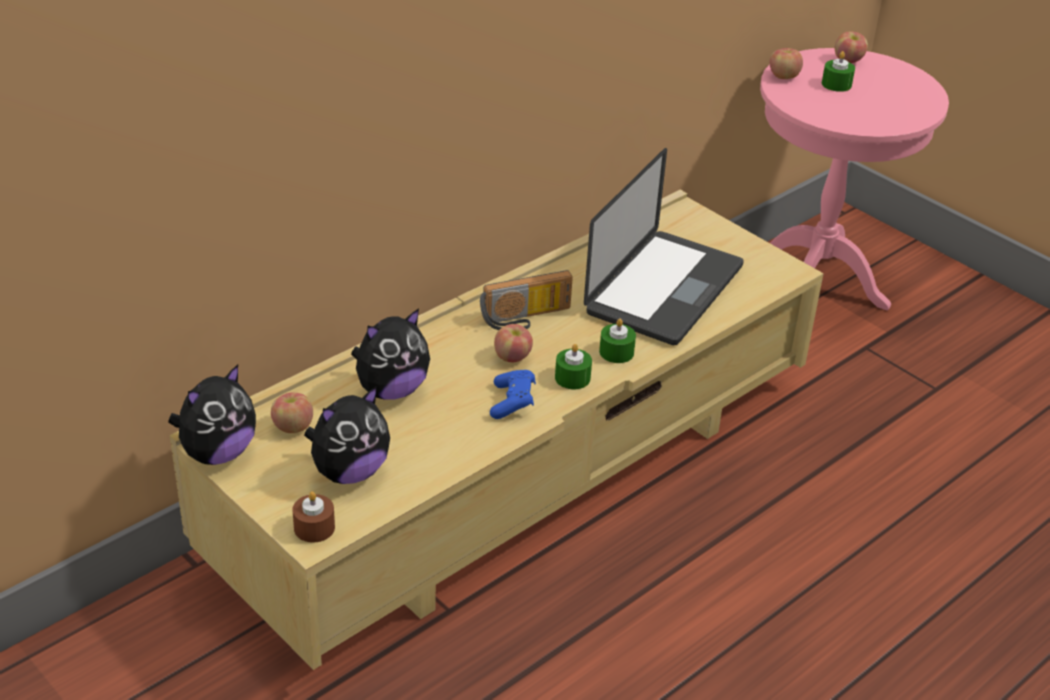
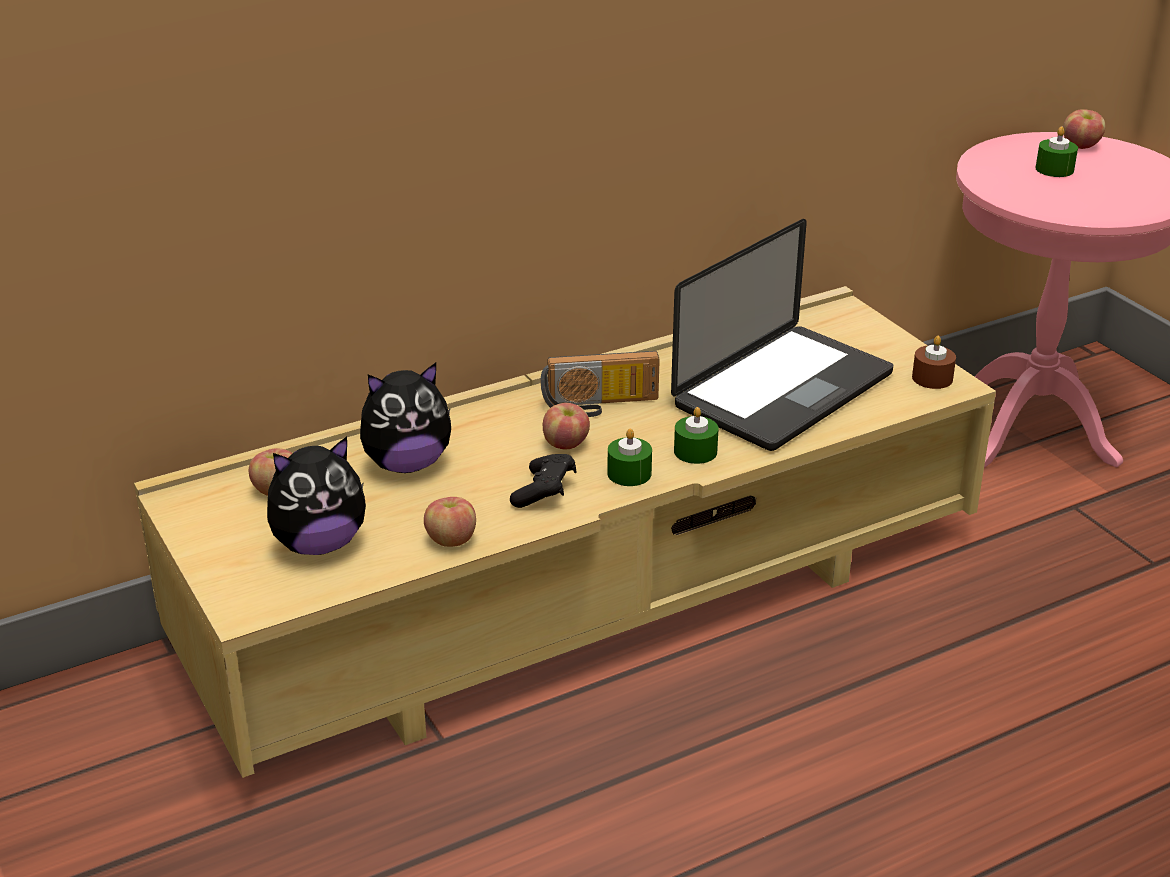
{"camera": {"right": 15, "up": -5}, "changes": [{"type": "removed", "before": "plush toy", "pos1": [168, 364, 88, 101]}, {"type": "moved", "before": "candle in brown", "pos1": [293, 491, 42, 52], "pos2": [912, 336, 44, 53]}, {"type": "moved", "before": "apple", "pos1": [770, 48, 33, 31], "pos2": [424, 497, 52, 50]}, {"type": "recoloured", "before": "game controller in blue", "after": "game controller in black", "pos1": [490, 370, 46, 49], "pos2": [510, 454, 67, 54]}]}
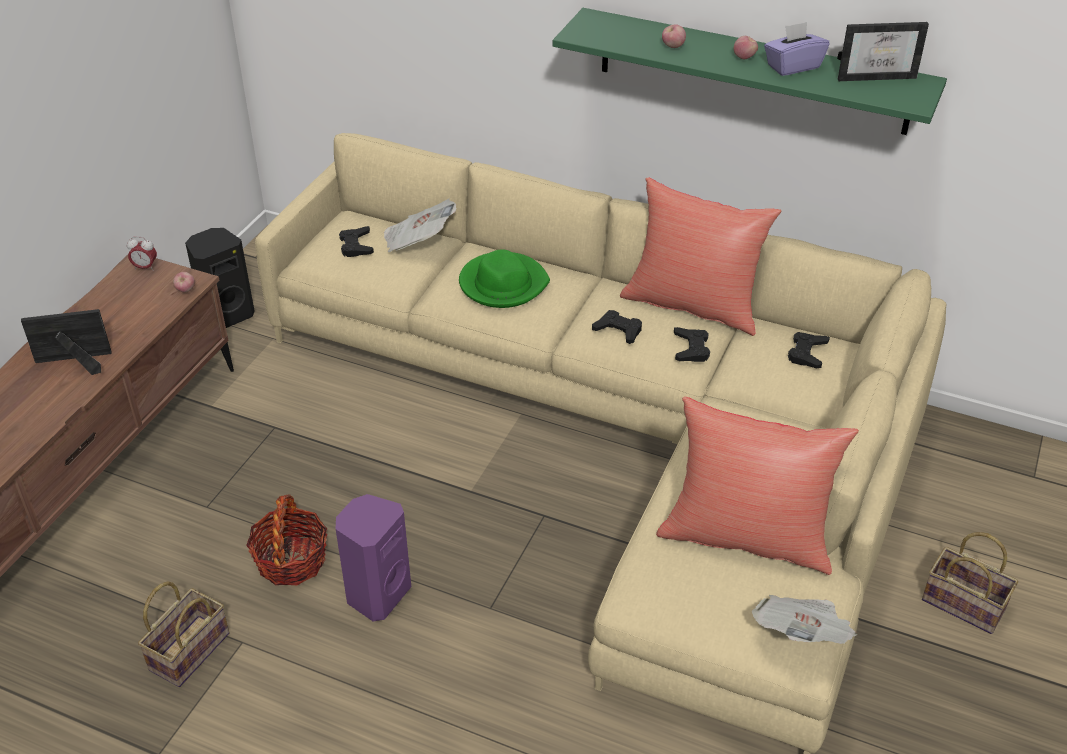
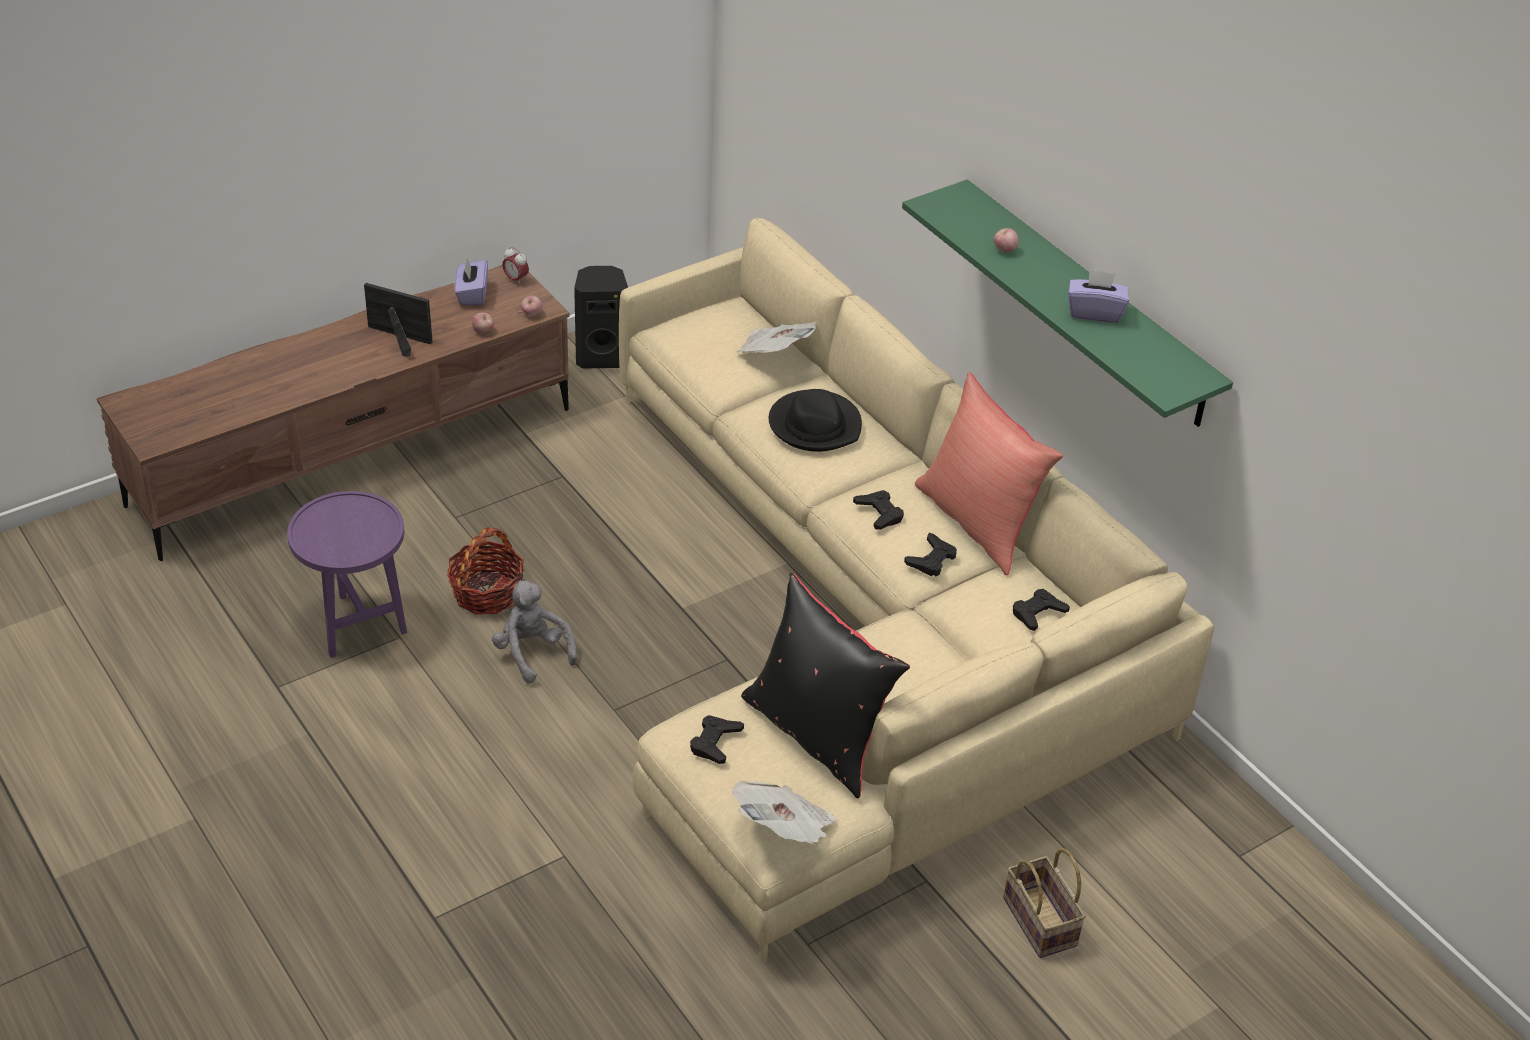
{"camera": {"right": 30, "up": 0}, "changes": [{"type": "removed", "before": "picture frame", "pos1": [837, 22, 92, 59]}, {"type": "added", "after": "tissue box in purple", "pos2": [454, 258, 34, 47]}, {"type": "moved", "before": "game controller in black", "pos1": [339, 226, 35, 31], "pos2": [690, 715, 54, 49]}, {"type": "moved", "before": "apple", "pos1": [734, 36, 24, 23], "pos2": [472, 313, 22, 20]}, {"type": "replaced", "before": "basket", "after": "side table in purple", "pos1": [138, 581, 91, 106], "pos2": [287, 491, 120, 166]}, {"type": "replaced", "before": "speaker in purple", "after": "plush toy in grey", "pos1": [336, 494, 75, 127], "pos2": [492, 580, 85, 104]}, {"type": "recoloured", "before": "hat in green", "after": "hat in black", "pos1": [459, 249, 91, 59], "pos2": [769, 389, 93, 63]}, {"type": "recoloured", "before": "pillow in red", "after": "pillow in black", "pos1": [656, 397, 203, 178], "pos2": [741, 573, 169, 225]}]}
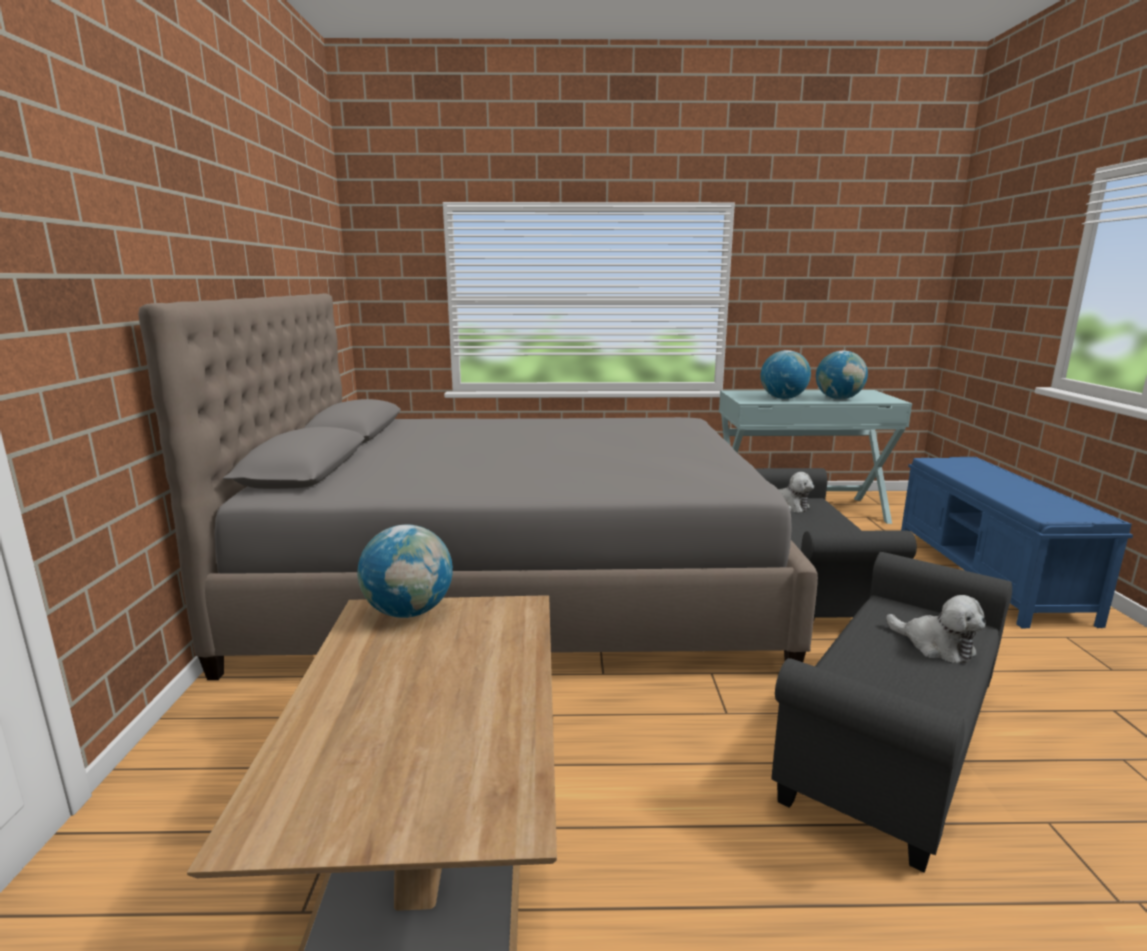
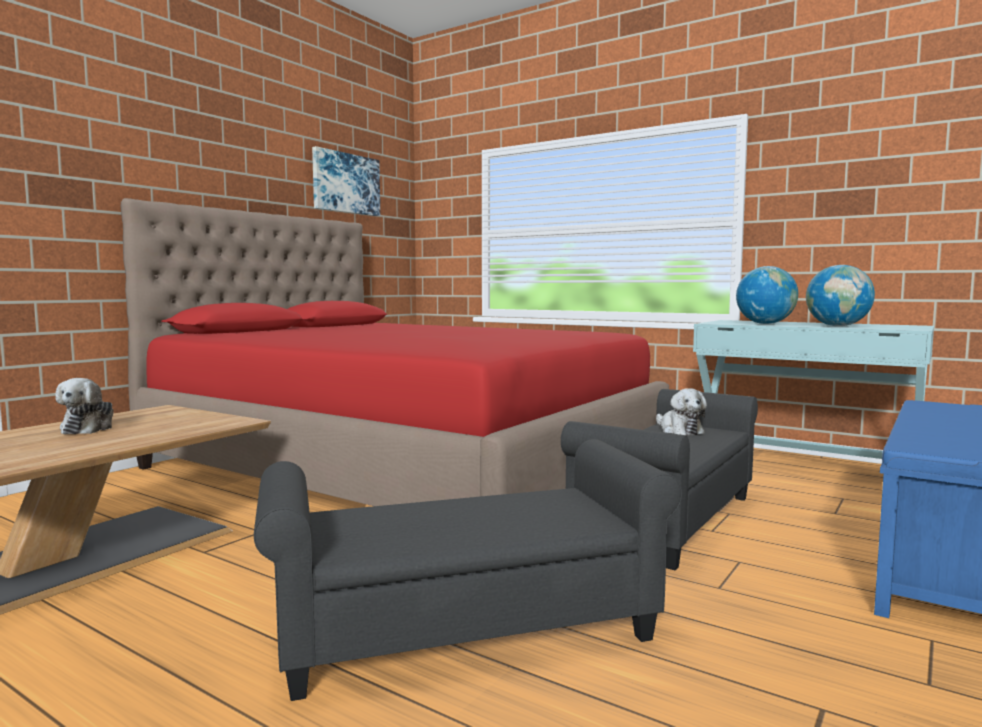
{"camera": {"right": 35, "up": -10}, "changes": [{"type": "removed", "before": "globe", "pos1": [357, 525, 96, 93]}, {"type": "added", "after": "picture", "pos2": [312, 146, 68, 70]}, {"type": "moved", "before": "plush toy", "pos1": [886, 595, 100, 68], "pos2": [55, 378, 59, 56]}, {"type": "recoloured", "before": "bed in grey", "after": "bed in red", "pos1": [138, 293, 680, 387], "pos2": [121, 198, 548, 308]}]}
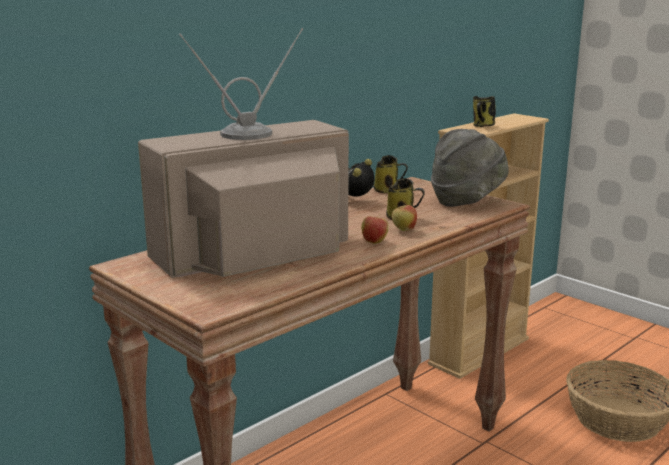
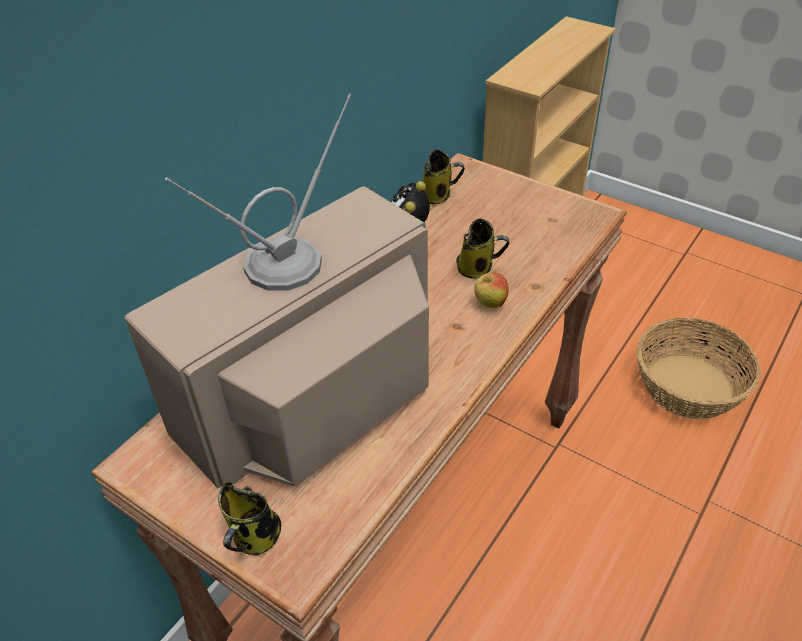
{"camera": {"right": -10, "up": 25}, "changes": [{"type": "removed", "before": "apple", "pos1": [361, 214, 28, 30]}, {"type": "removed", "before": "hat in grey", "pos1": [431, 129, 78, 78]}, {"type": "moved", "before": "mug", "pos1": [473, 96, 23, 31], "pos2": [218, 482, 63, 73]}]}
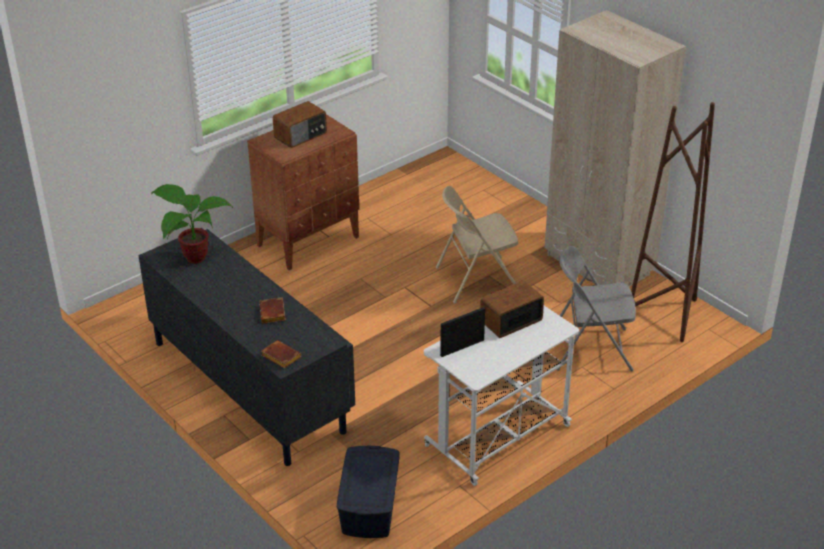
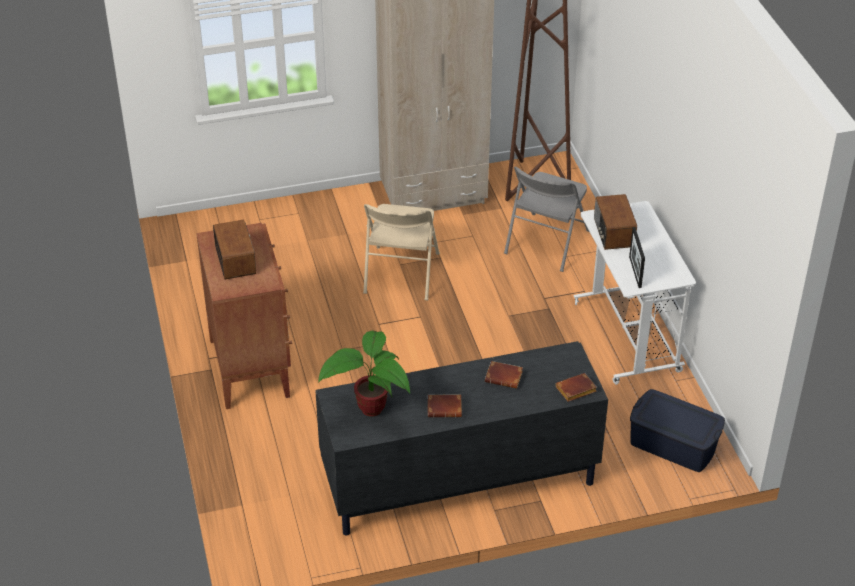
{"camera": {"right": -65, "up": 5}, "changes": [{"type": "added", "after": "book in brown", "pos2": [428, 394, 34, 23]}]}
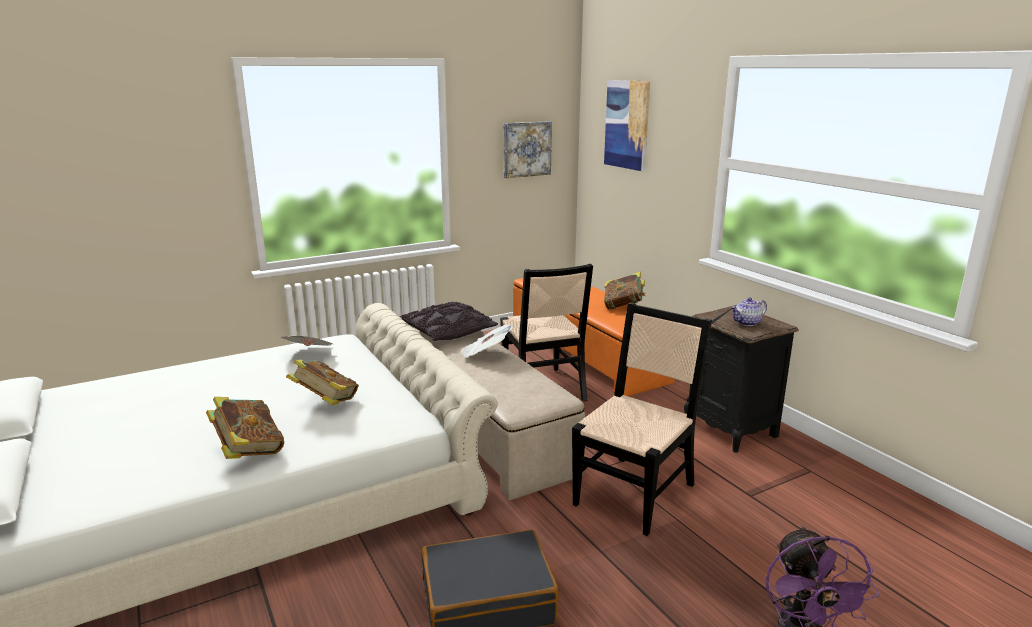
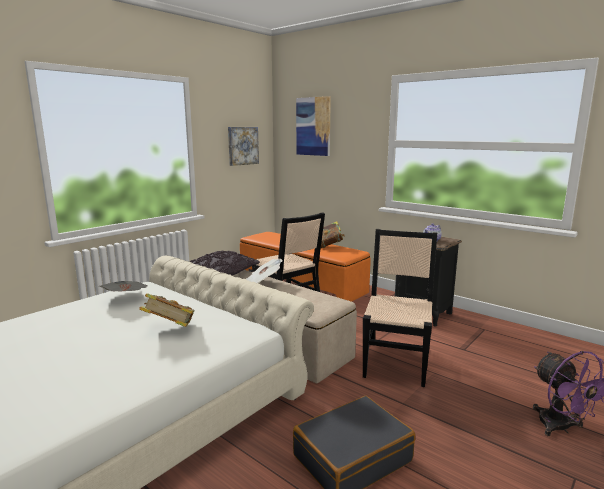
{"camera": {"right": -20, "up": -5}, "changes": [{"type": "removed", "before": "book", "pos1": [206, 397, 78, 62]}]}
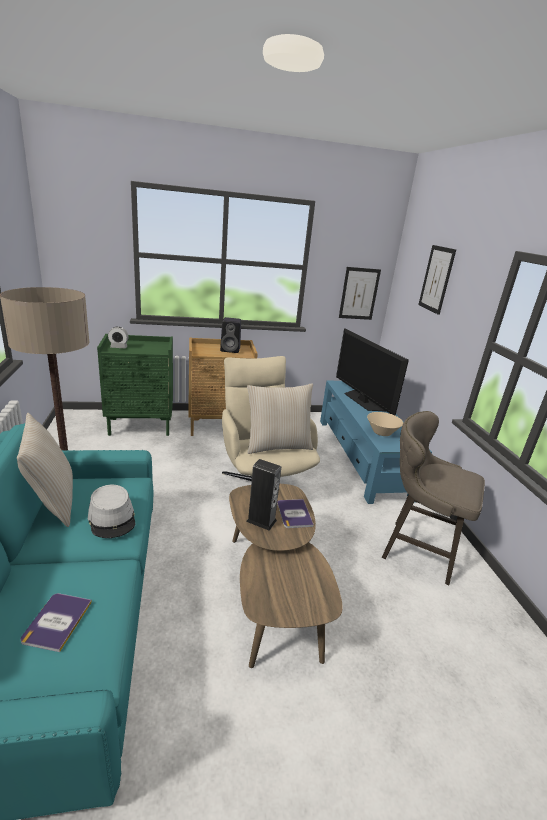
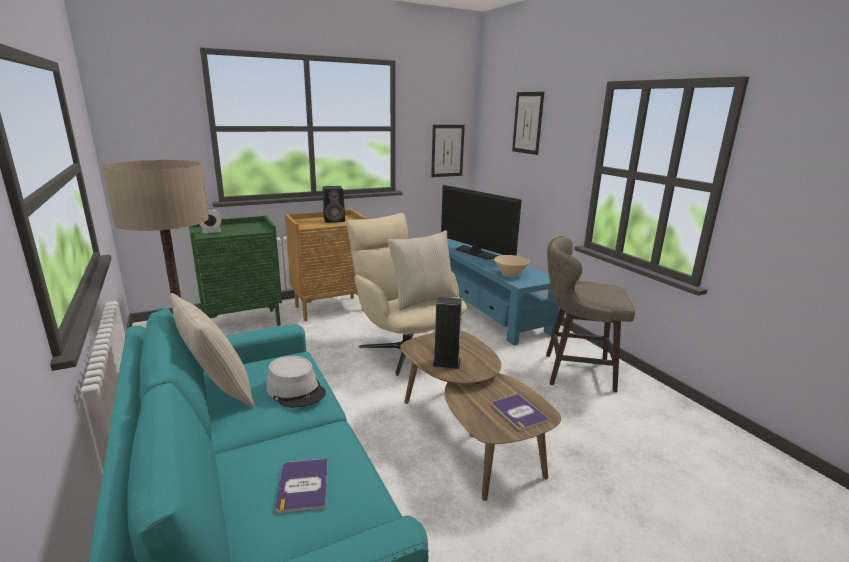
{"camera": {"right": -15, "up": -5}, "changes": [{"type": "moved", "before": "book", "pos1": [277, 499, 37, 29], "pos2": [492, 394, 57, 37]}]}
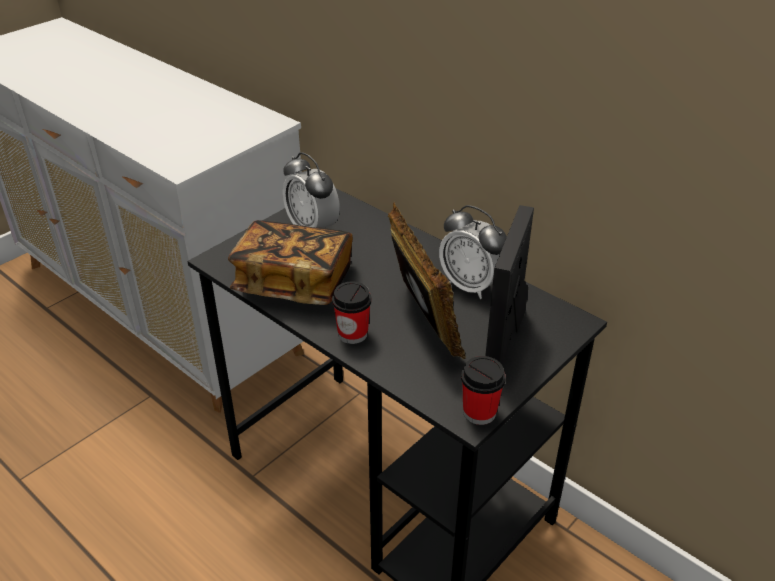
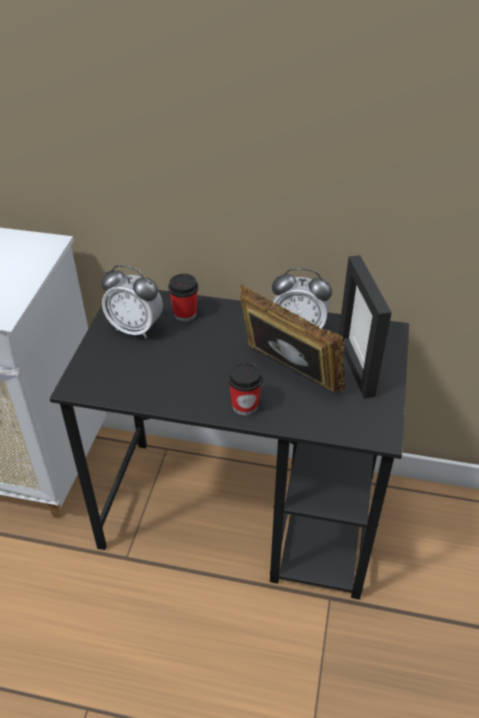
{"camera": {"right": -30, "up": 5}, "changes": [{"type": "removed", "before": "book", "pos1": [228, 220, 125, 85]}, {"type": "moved", "before": "cup", "pos1": [461, 356, 45, 69], "pos2": [168, 274, 30, 48]}]}
